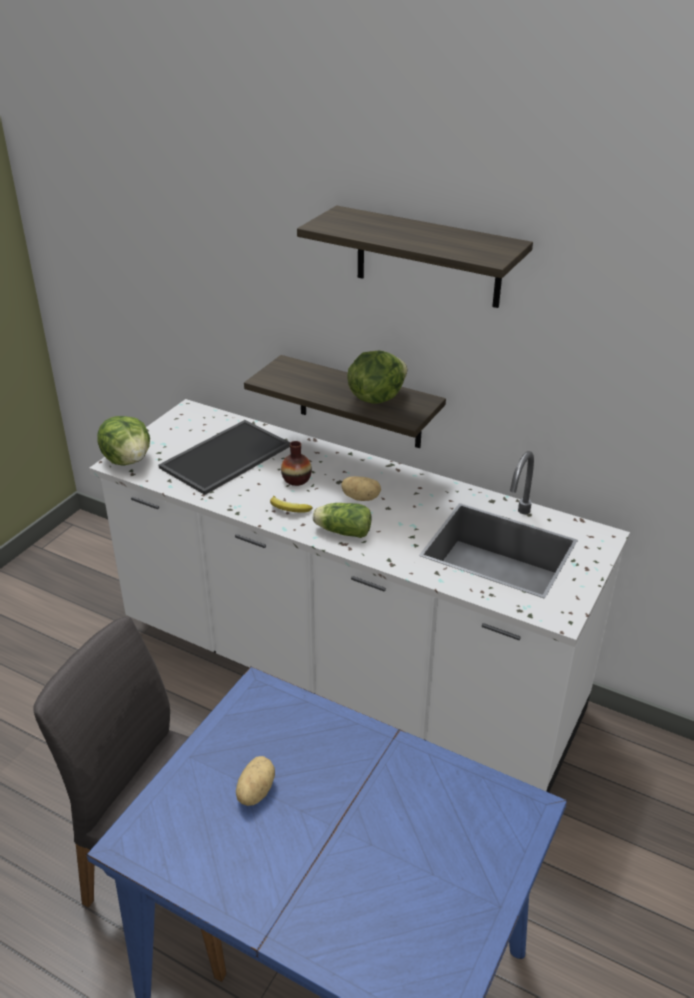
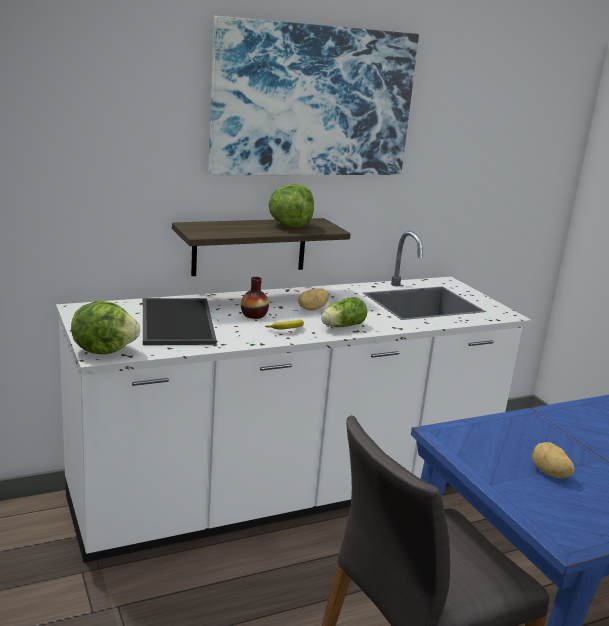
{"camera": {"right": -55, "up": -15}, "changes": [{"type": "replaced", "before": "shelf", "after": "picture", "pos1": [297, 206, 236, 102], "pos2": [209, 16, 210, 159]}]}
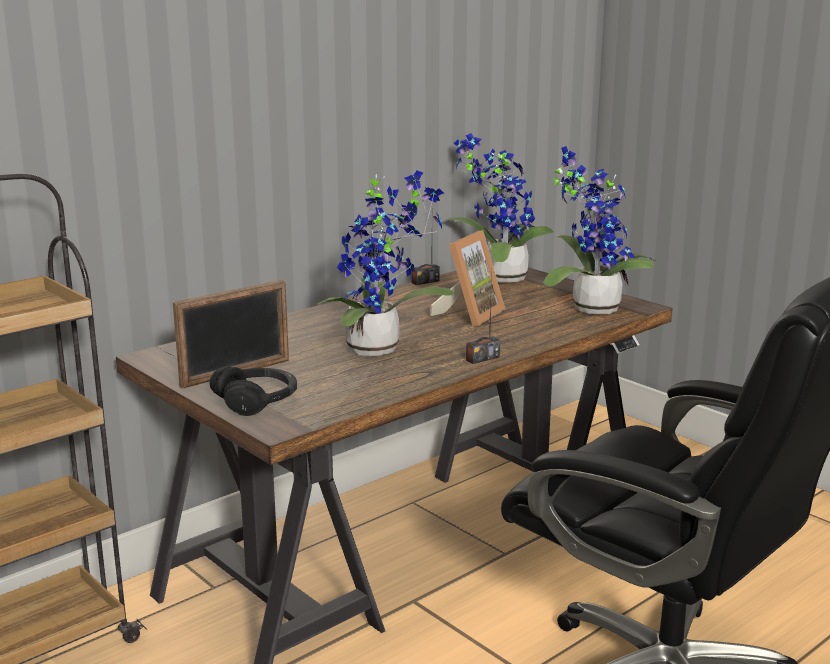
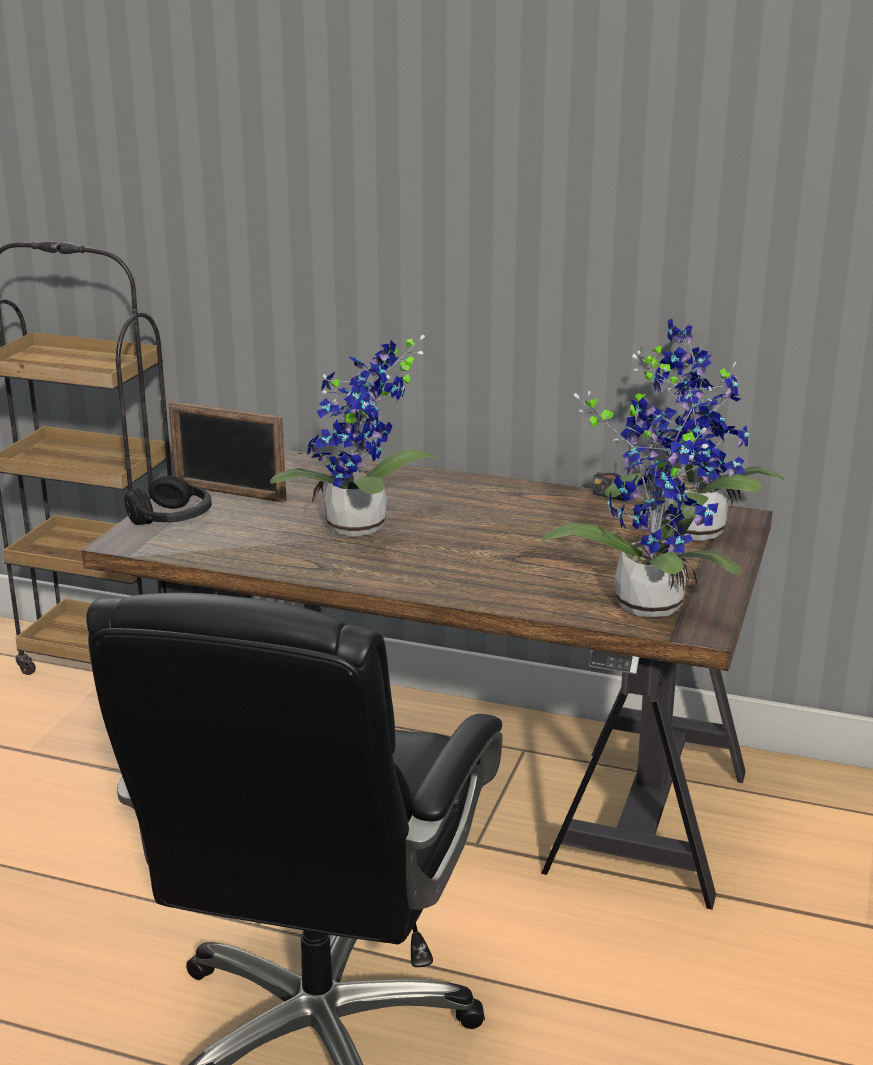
{"camera": {"right": 60, "up": 5}, "changes": [{"type": "removed", "before": "picture frame", "pos1": [429, 230, 76, 97]}, {"type": "removed", "before": "radio", "pos1": [466, 268, 34, 96]}]}
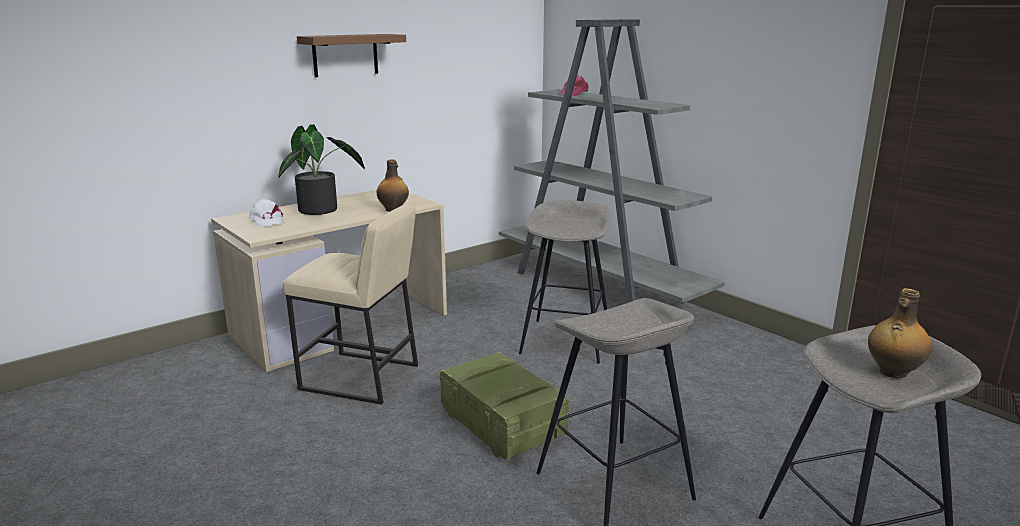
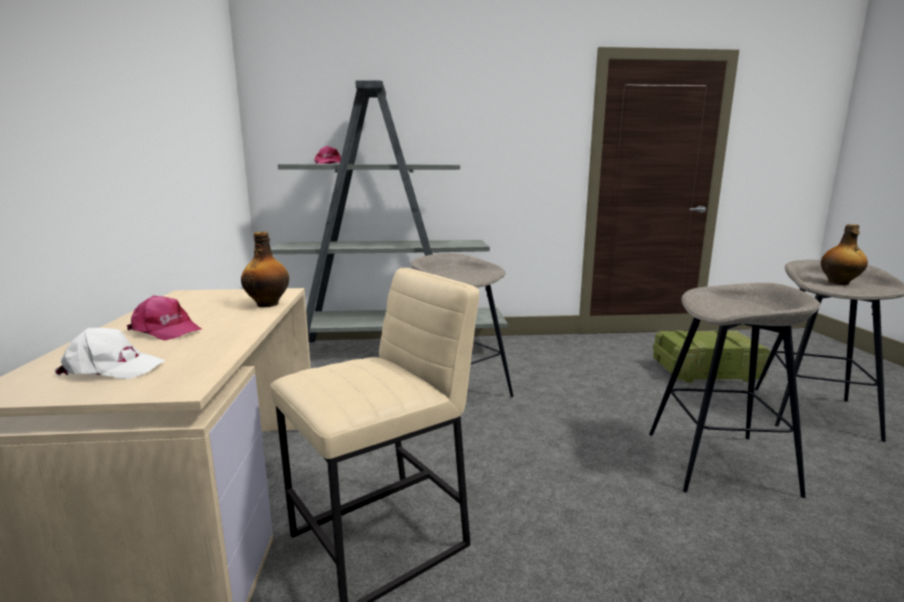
{"camera": {"right": -55, "up": -5}, "changes": [{"type": "removed", "before": "shelf in brown", "pos1": [297, 34, 109, 43]}, {"type": "moved", "before": "crate", "pos1": [440, 352, 129, 108], "pos2": [653, 330, 117, 53]}, {"type": "replaced", "before": "potted plant", "after": "cap in pink", "pos1": [278, 124, 87, 91], "pos2": [127, 296, 75, 44]}]}
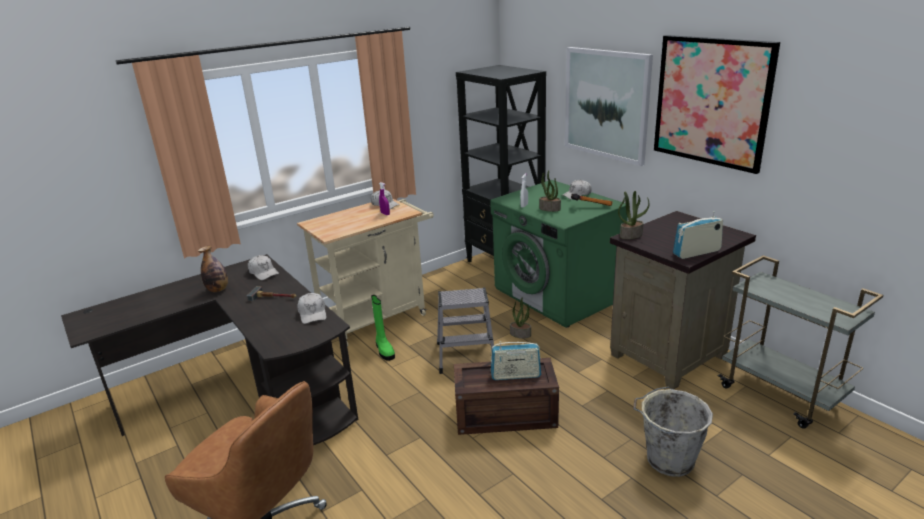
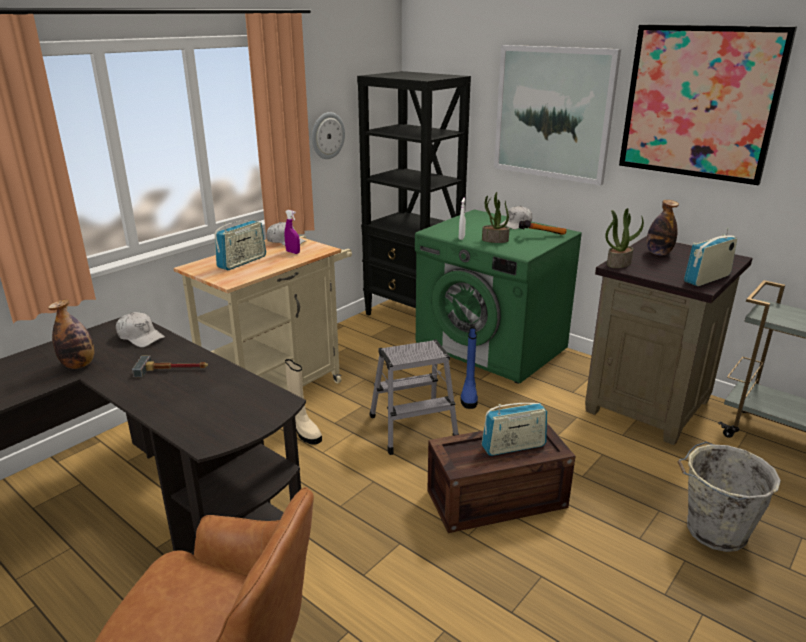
{"camera": {"right": -15, "up": 0}, "changes": [{"type": "removed", "before": "cap in white", "pos1": [297, 293, 29, 31]}, {"type": "added", "after": "radio", "pos2": [215, 220, 51, 50]}, {"type": "added", "after": "wall clock", "pos2": [312, 112, 33, 47]}, {"type": "added", "after": "bottle", "pos2": [646, 200, 33, 56]}, {"type": "replaced", "before": "potted plant", "after": "boot in blue", "pos1": [510, 297, 21, 41], "pos2": [461, 327, 17, 82]}, {"type": "recoloured", "before": "boot in green", "after": "boot in beige", "pos1": [371, 295, 24, 66], "pos2": [285, 359, 37, 86]}]}
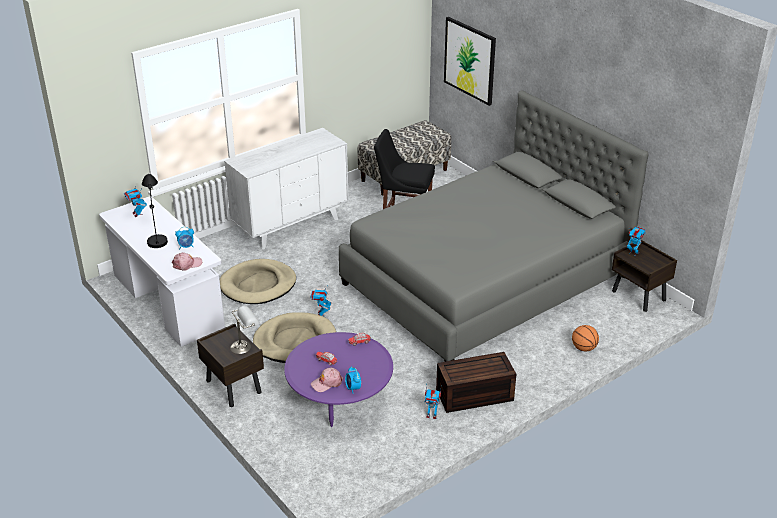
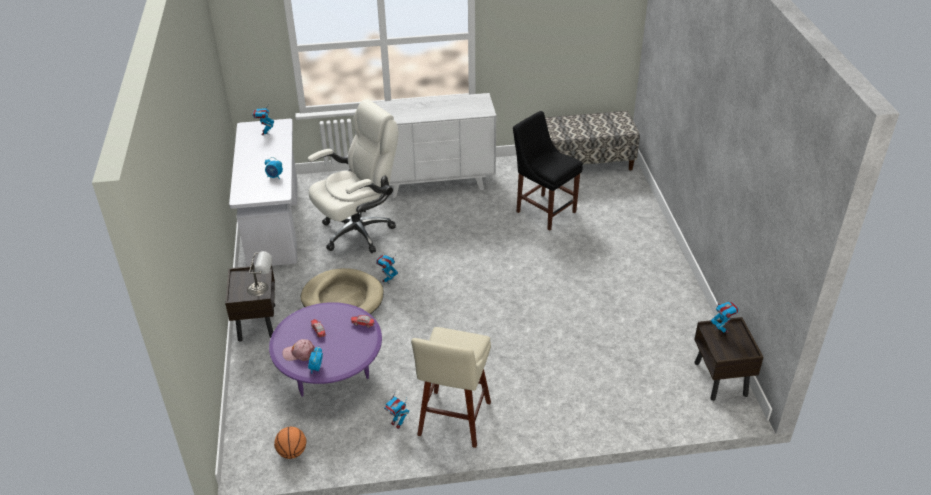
{"camera": {"right": 30, "up": 5}, "changes": [{"type": "removed", "before": "table lamp in black", "pos1": [142, 174, 26, 74]}, {"type": "removed", "before": "cap in pink", "pos1": [172, 252, 30, 19]}, {"type": "removed", "before": "bed in grey", "pos1": [339, 91, 310, 271]}, {"type": "removed", "before": "picture", "pos1": [444, 17, 52, 89]}, {"type": "moved", "before": "basketball", "pos1": [572, 325, 27, 26], "pos2": [274, 427, 32, 32]}, {"type": "replaced", "before": "dog bed in beige", "after": "office chair in white", "pos1": [219, 259, 77, 45], "pos2": [308, 99, 90, 154]}, {"type": "replaced", "before": "storage box in brown", "after": "stool in beige", "pos1": [436, 352, 80, 61], "pos2": [411, 327, 80, 121]}]}
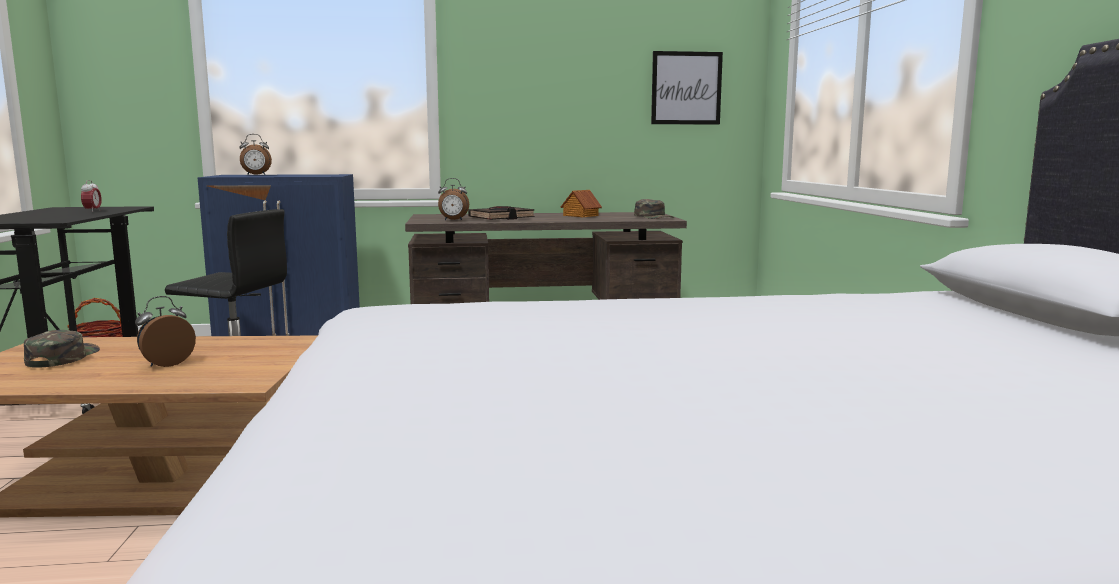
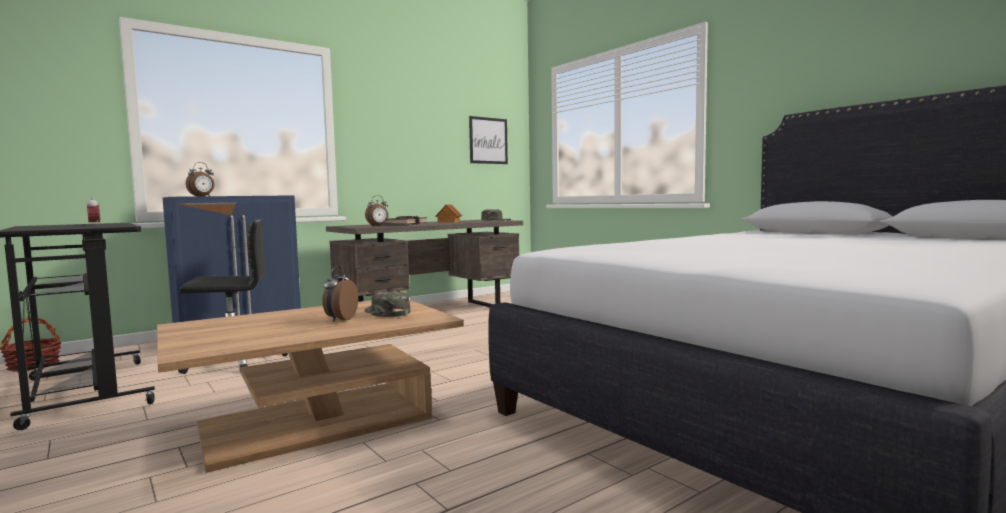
{"camera": {"right": -30, "up": -5}, "changes": [{"type": "moved", "before": "cap in green", "pos1": [24, 330, 76, 38], "pos2": [364, 291, 46, 26]}]}
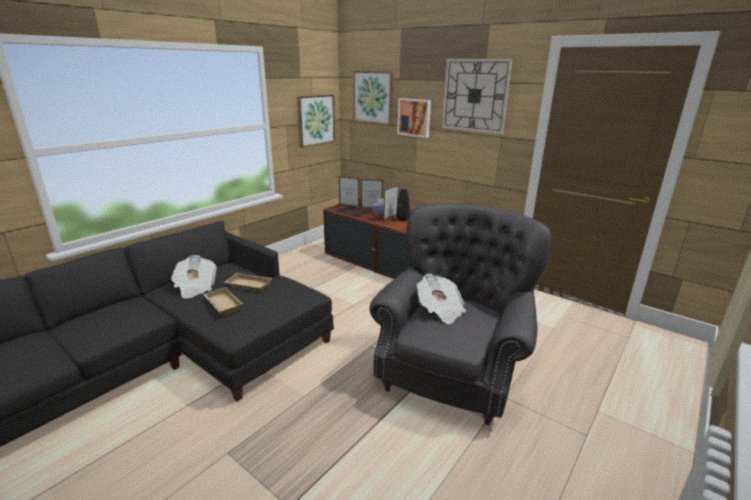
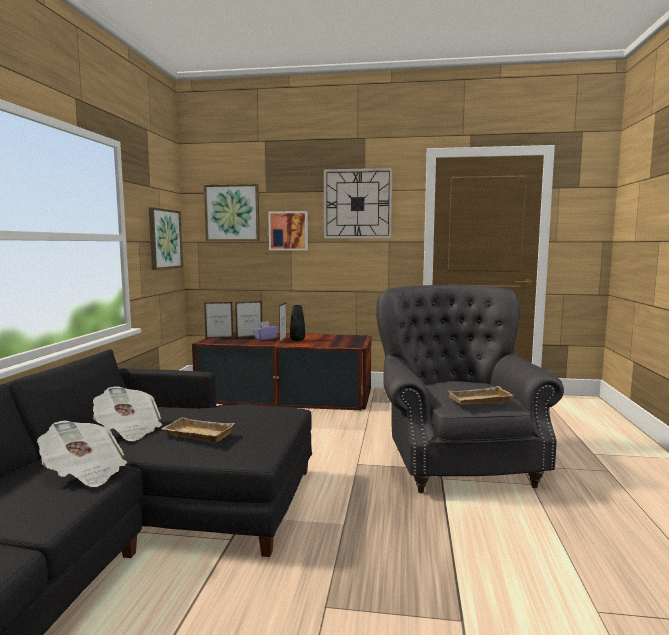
{"camera": {"right": -30, "up": -15}, "changes": [{"type": "moved", "before": "tray in beige", "pos1": [225, 272, 47, 20], "pos2": [448, 386, 65, 18]}, {"type": "moved", "before": "newspaper", "pos1": [417, 274, 49, 50], "pos2": [37, 421, 90, 66]}]}
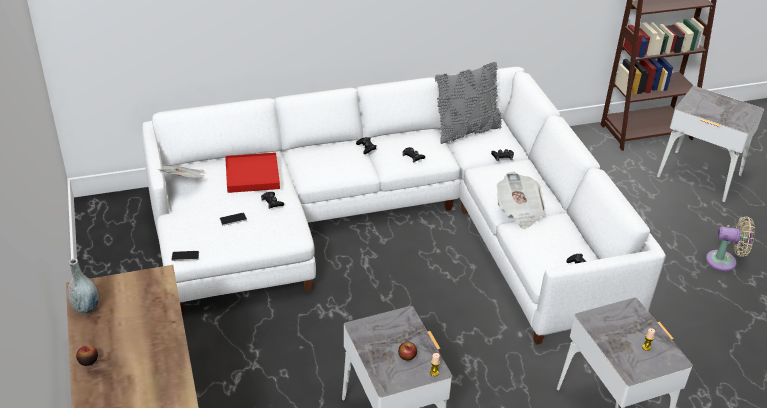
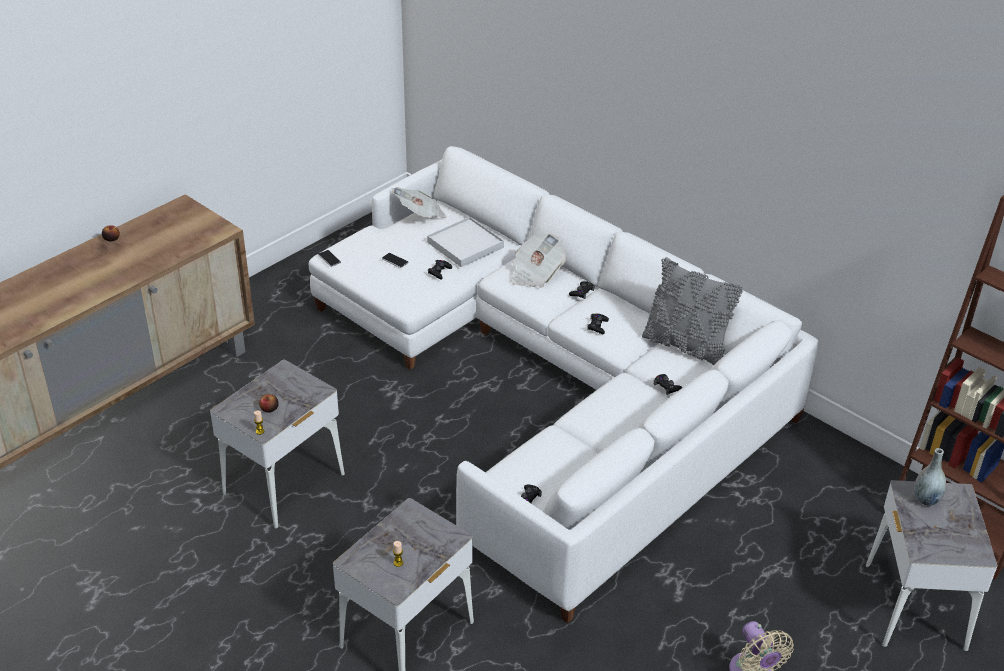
{"camera": {"right": 60, "up": 0}, "changes": [{"type": "moved", "before": "vase in grey", "pos1": [67, 259, 32, 55], "pos2": [914, 448, 32, 58]}, {"type": "moved", "before": "newspaper", "pos1": [497, 172, 49, 57], "pos2": [511, 234, 56, 54]}, {"type": "recoloured", "before": "tray in red", "after": "tray in white", "pos1": [225, 152, 55, 41], "pos2": [427, 217, 77, 50]}]}
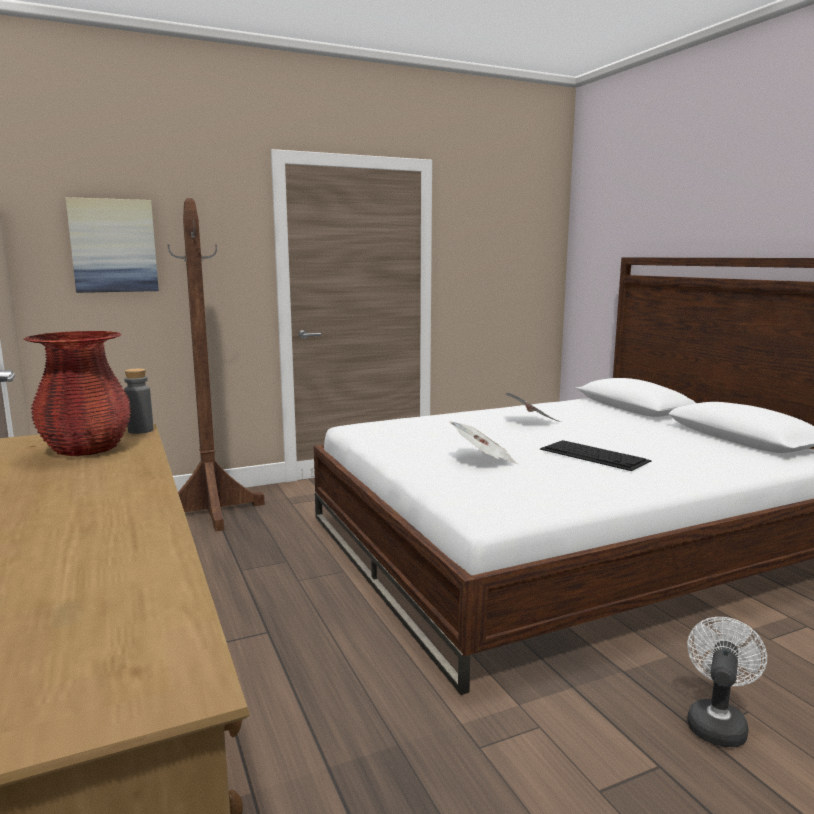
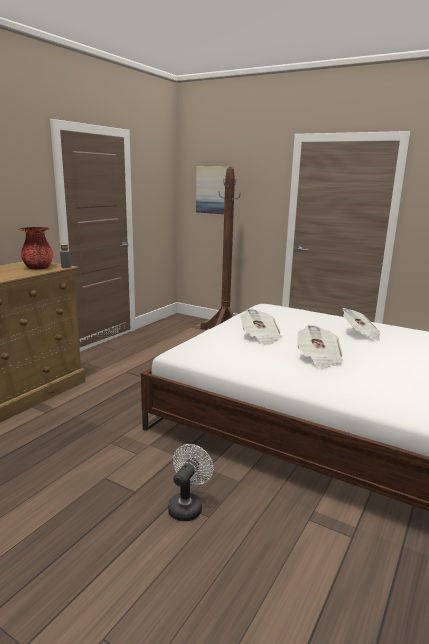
{"camera": {"right": 55, "up": 5}, "changes": [{"type": "replaced", "before": "keyboard", "after": "newspaper", "pos1": [540, 440, 111, 31], "pos2": [297, 325, 46, 44]}, {"type": "turned", "before": "fan in white", "pos1": [687, 617, 80, 130], "pos2": [168, 444, 46, 77], "turn": -60}]}
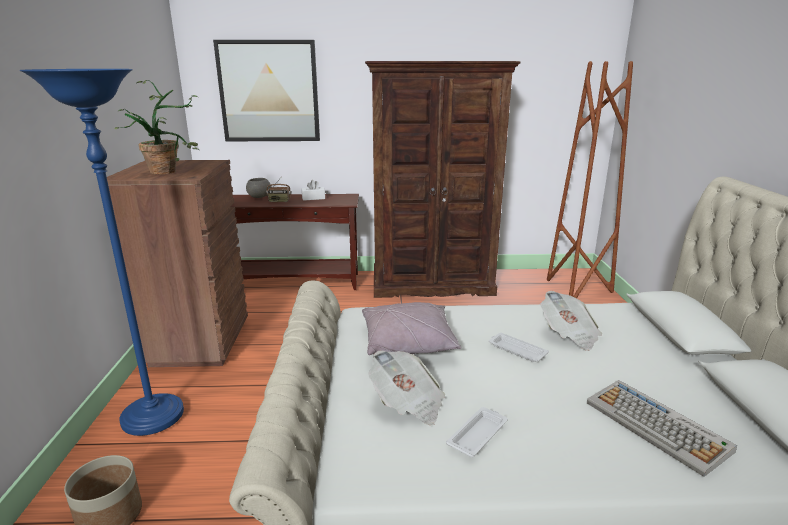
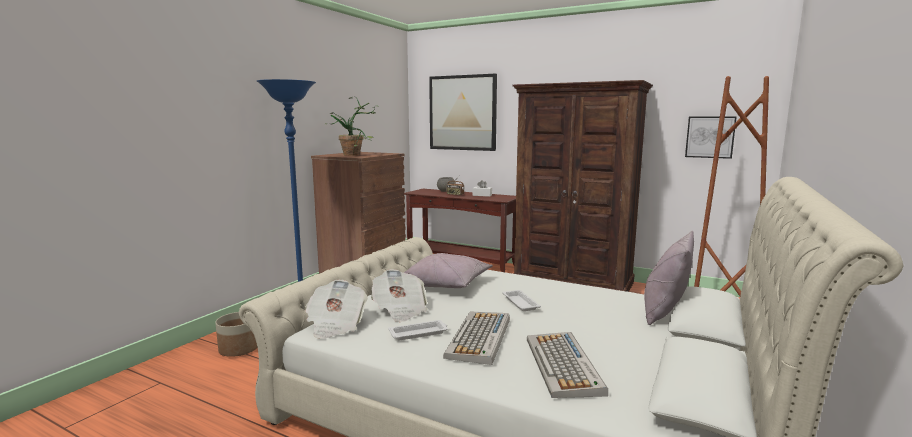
{"camera": {"right": 30, "up": -10}, "changes": [{"type": "added", "after": "keyboard", "pos2": [443, 312, 67, 53]}, {"type": "added", "after": "pillow in purple", "pos2": [644, 231, 50, 94]}, {"type": "added", "after": "picture", "pos2": [685, 117, 52, 42]}, {"type": "moved", "before": "newspaper", "pos1": [540, 291, 62, 60], "pos2": [305, 280, 63, 59]}]}
